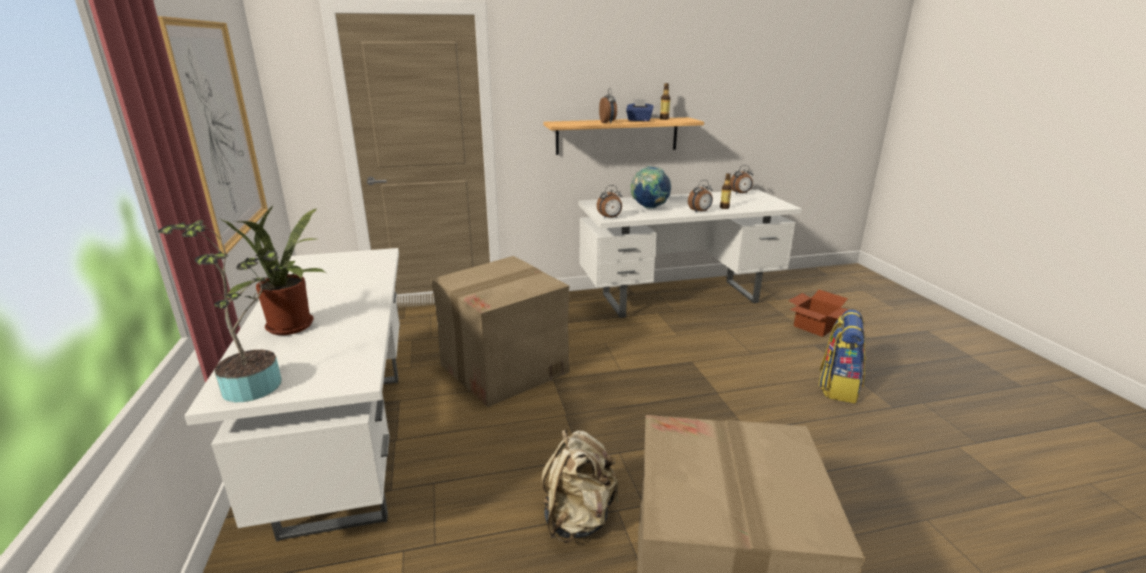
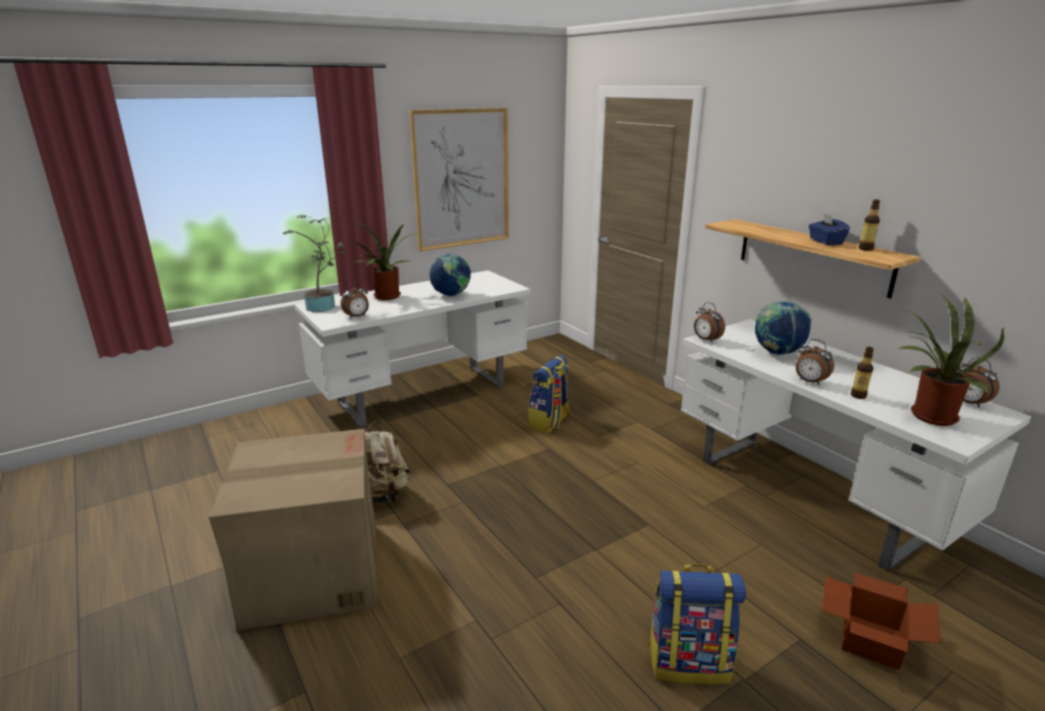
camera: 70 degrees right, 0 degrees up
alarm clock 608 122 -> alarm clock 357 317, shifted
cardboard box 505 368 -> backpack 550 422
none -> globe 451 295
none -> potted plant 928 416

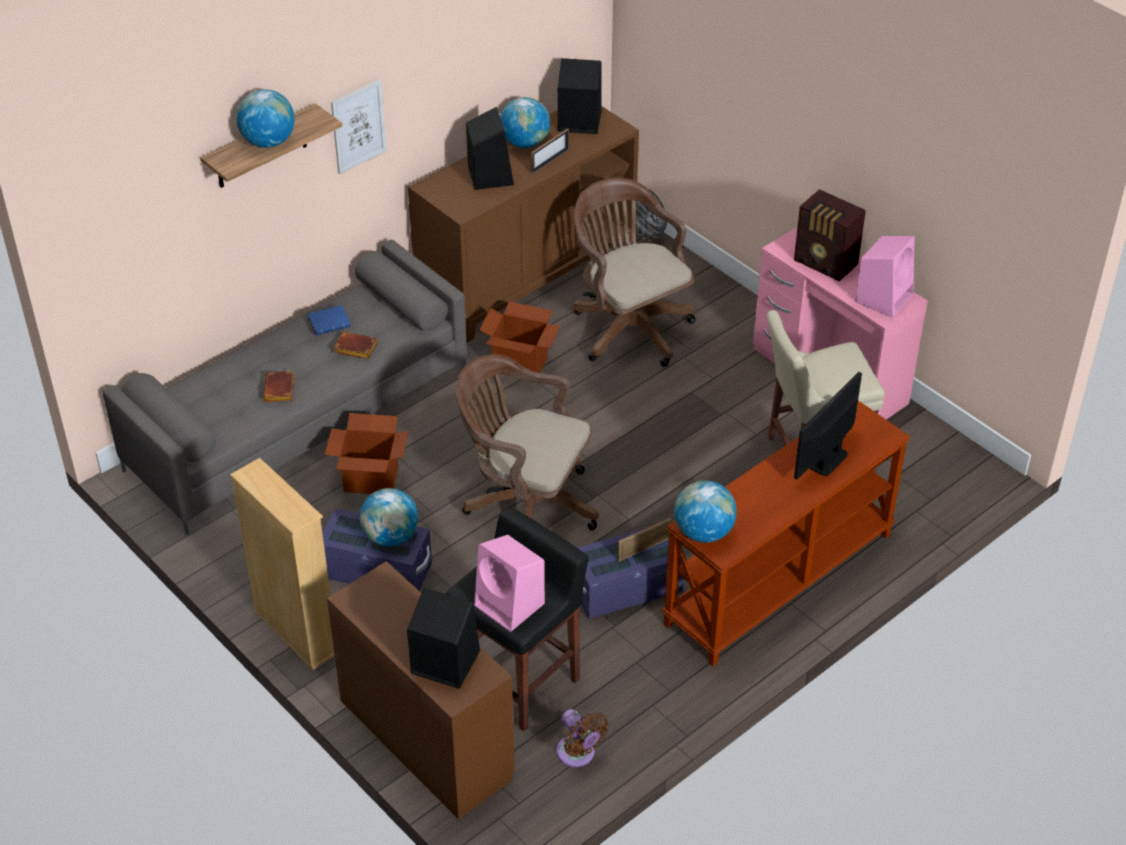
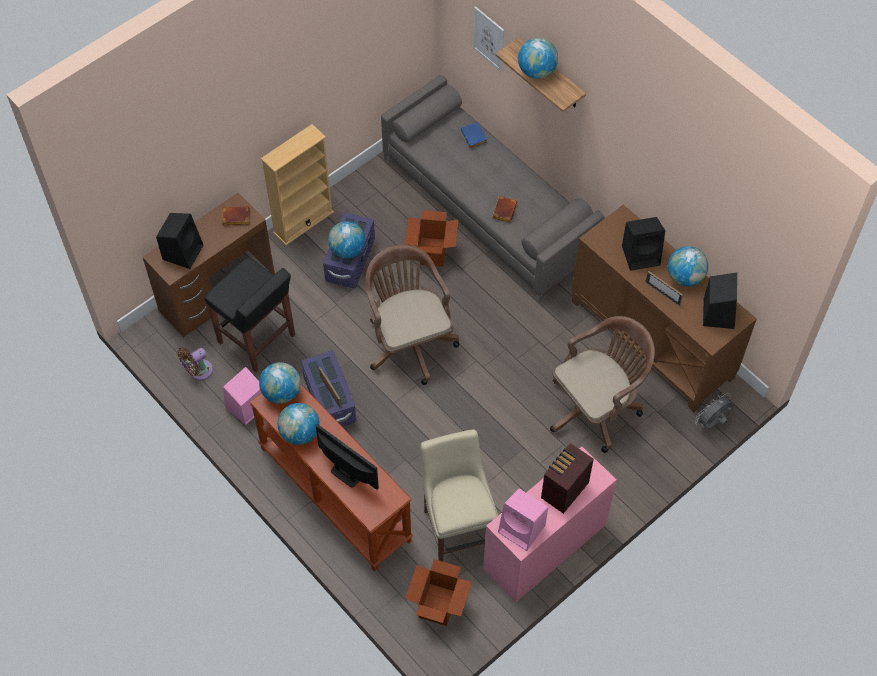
camera: 90 degrees right, 15 degrees up
picture 358 126 -> picture 488 38, shifted
cardboard box 520 364 -> cardboard box 438 605, shifted
blue book 330 322 -> blue book 475 137, shifted
brown office chair 525 504 -> brown office chair 409 341, 45 degrees counterclockwise
brown book 280 390 -> brown book 235 218, shifted
pink speaker 511 605 -> pink speaker 245 407, shifted
none -> globe 300 433

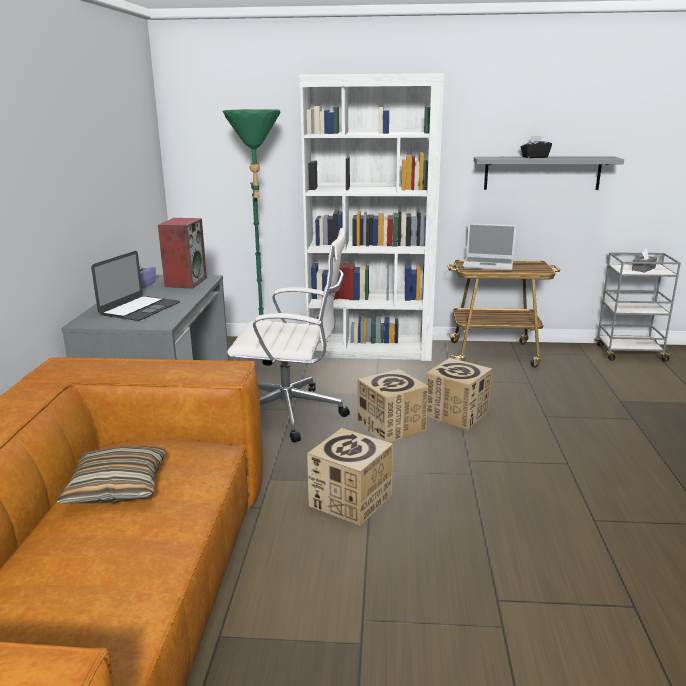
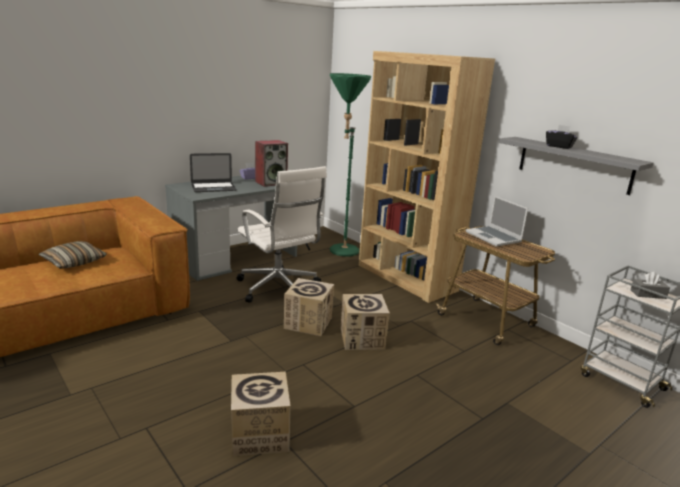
camera: 45 degrees right, 0 degrees up
white bookcase 370 349 -> brown bookcase 406 278
cardboard box 350 500 -> cardboard box 259 434, shifted

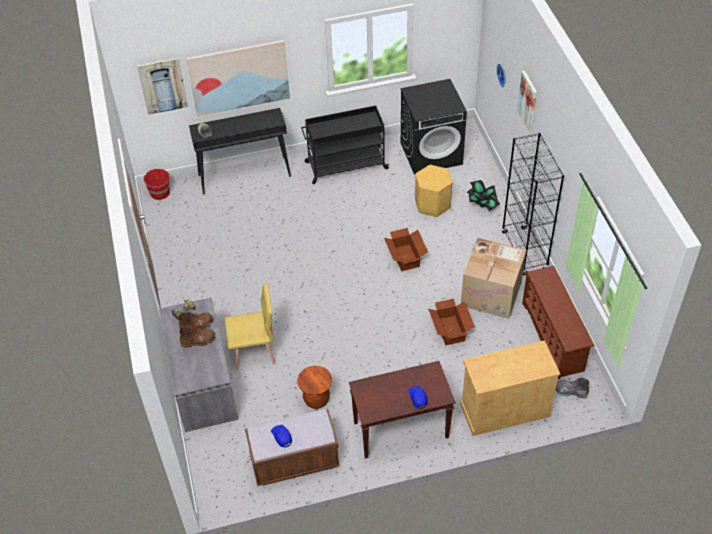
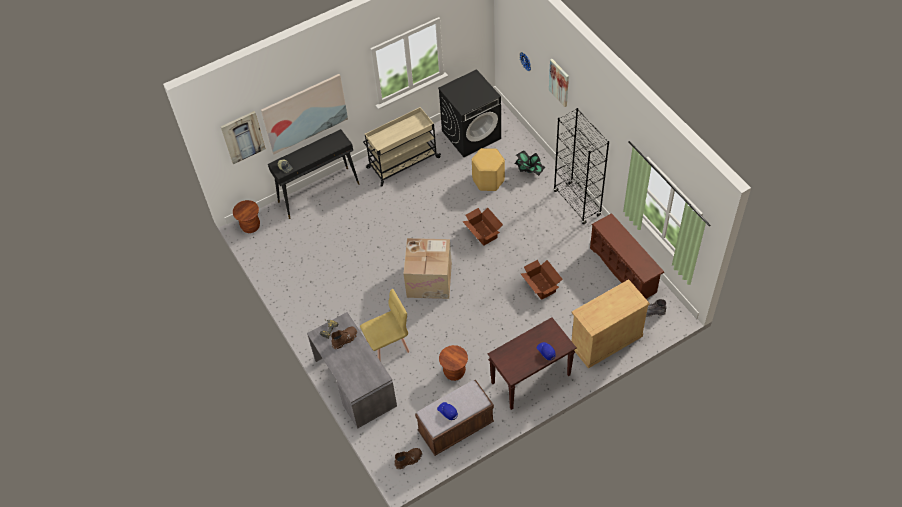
camera: 15 degrees left, 5 degrees up
black cart 345 165 -> beige cart 402 163
red bucket 160 193 -> brown stool 250 226
cardboard box 492 293 -> cardboard box 430 279, shifted
brown boot 198 341 -> brown boot 408 460, shifted

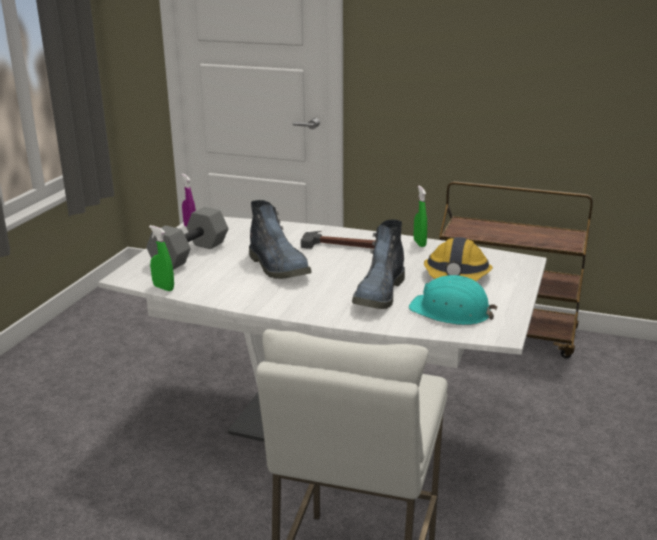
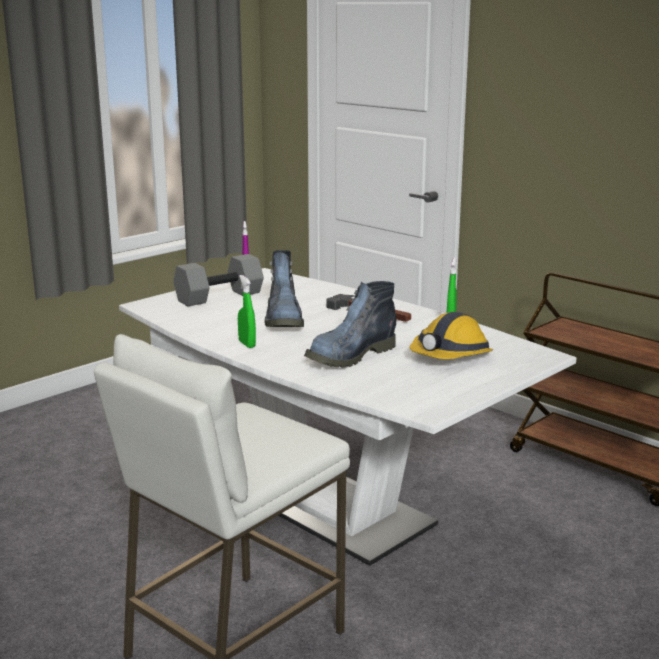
camera: 25 degrees right, 5 degrees down
green spray bottle 163 288 -> green spray bottle 247 344, shifted
turquoise hard hat 451 311 -> none

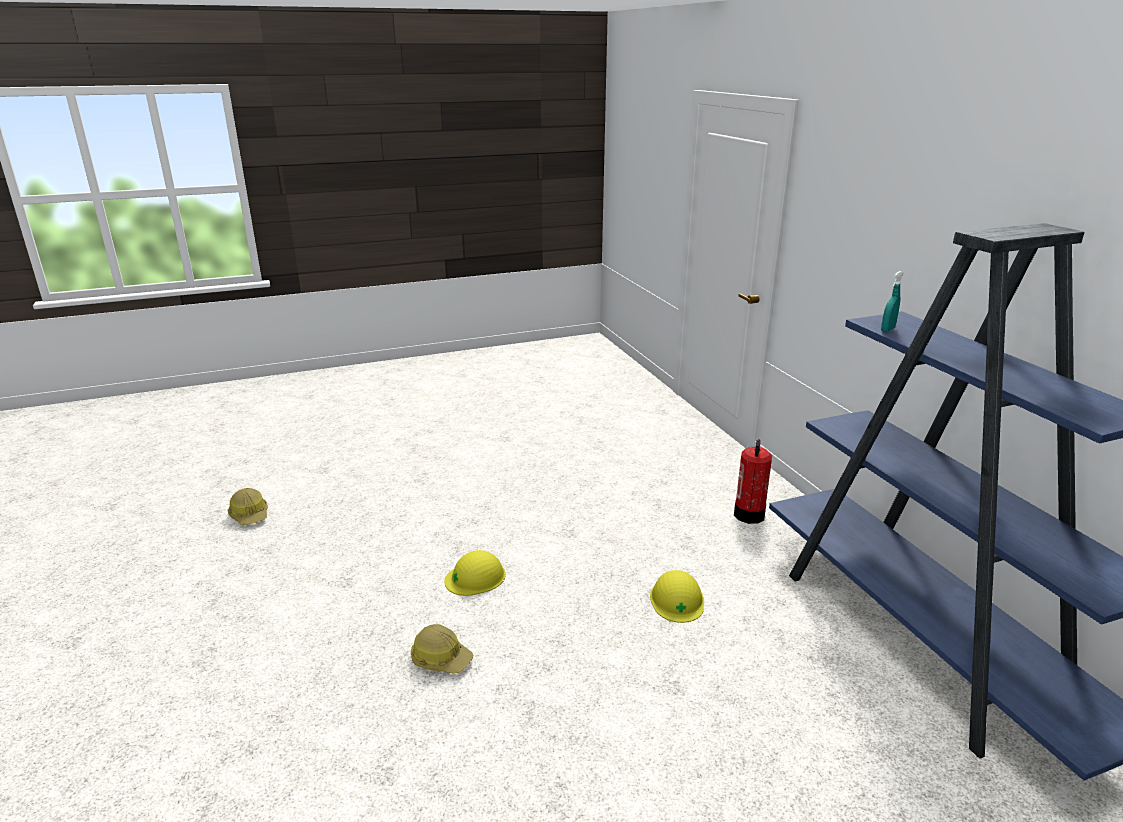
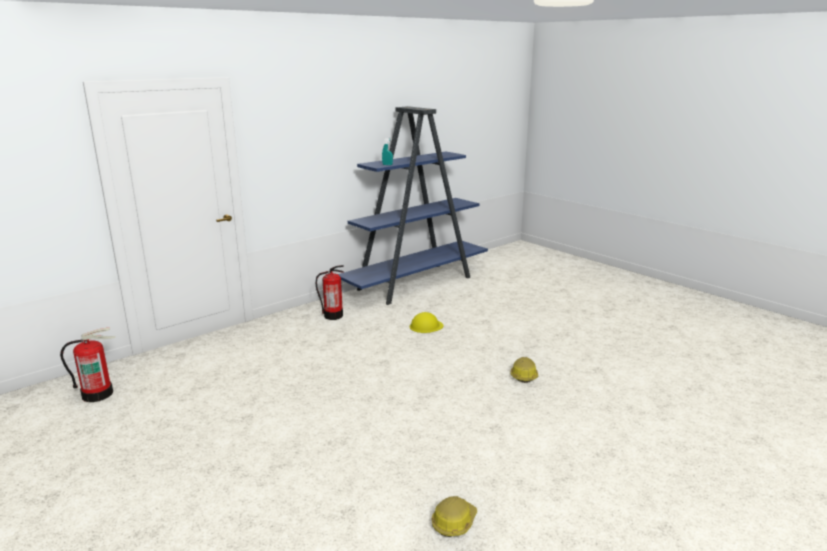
camera: 110 degrees left, 5 degrees down
yellow hard hat 475 577 -> none
none -> fire extinguisher 98 394

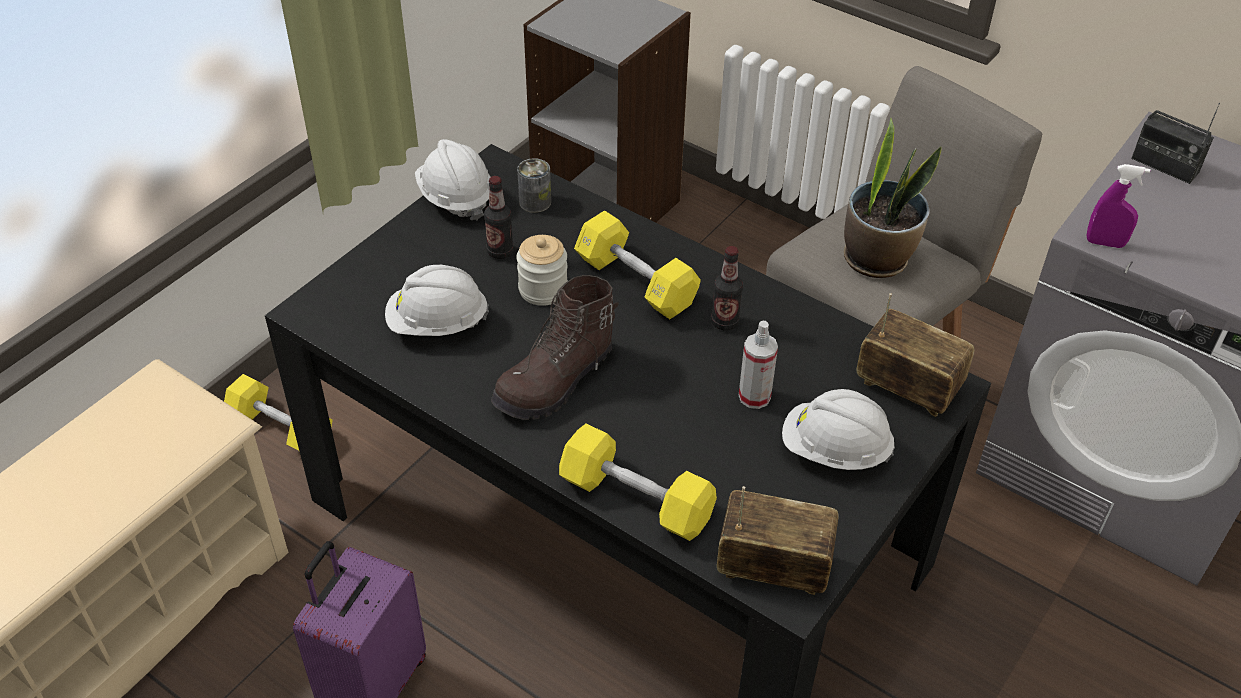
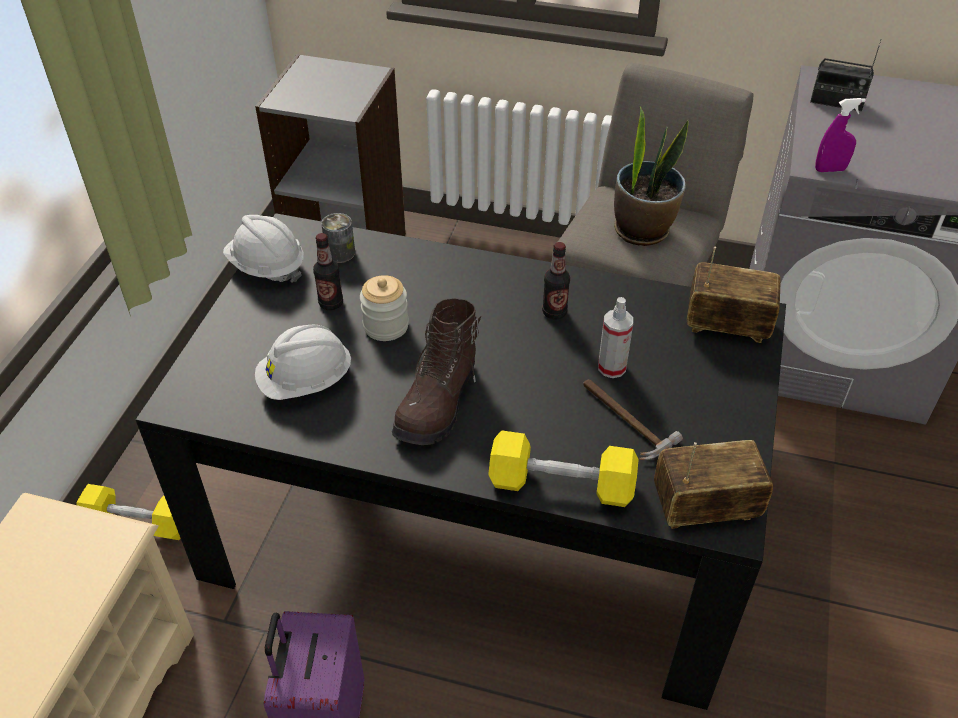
camera: 20 degrees left, 0 degrees up
yellow dumbbell 636 282 -> none
white hard hat 834 450 -> none
none -> hammer 623 419

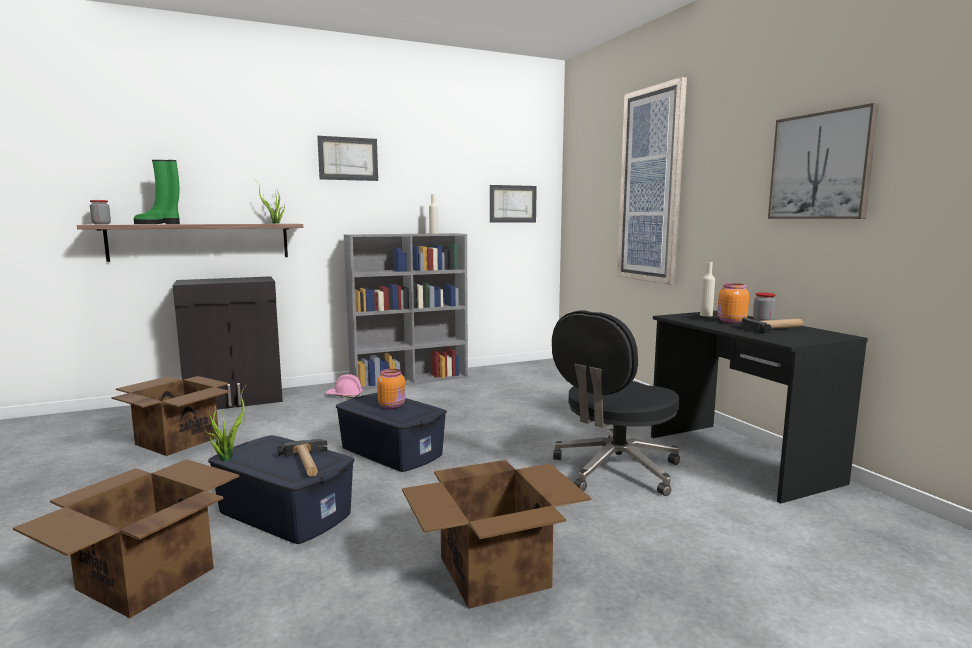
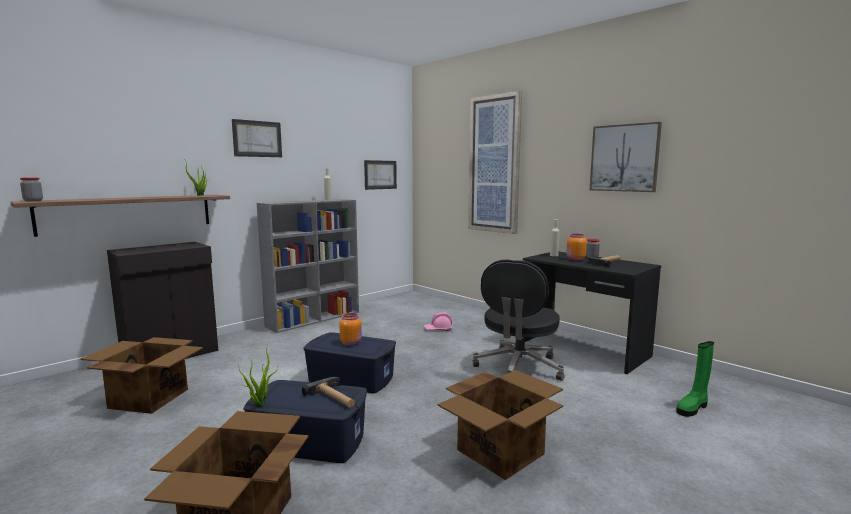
camera: 20 degrees left, 0 degrees up
green boot 159 224 -> green boot 692 408, shifted
pink hard hat 344 395 -> pink hard hat 438 329, shifted

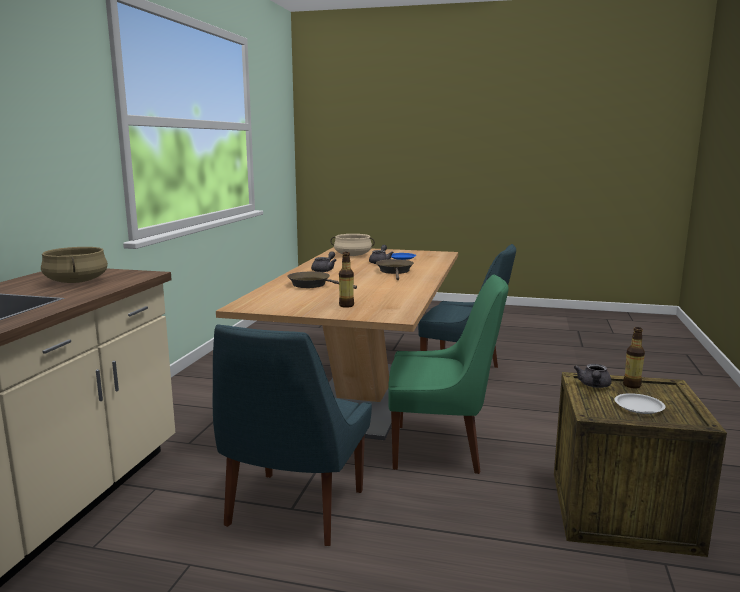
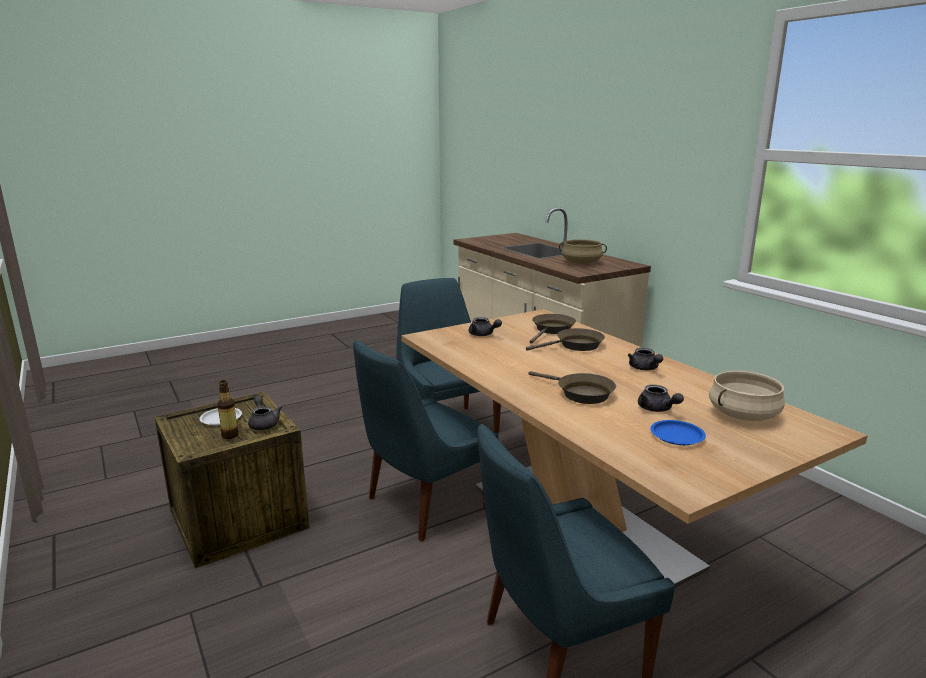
camera: 135 degrees right, 5 degrees up
bottle 346 305 -> grey teapot 483 335
green chair 441 449 -> blue chair 423 505
none -> brown frying pan 552 330

